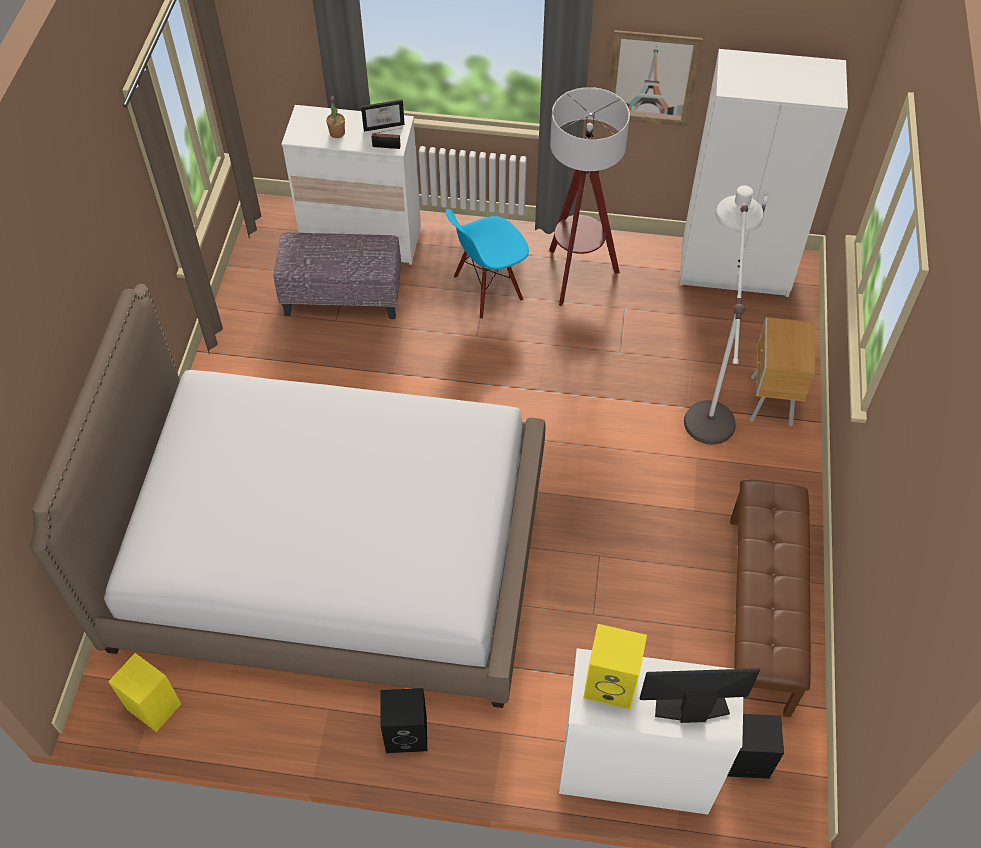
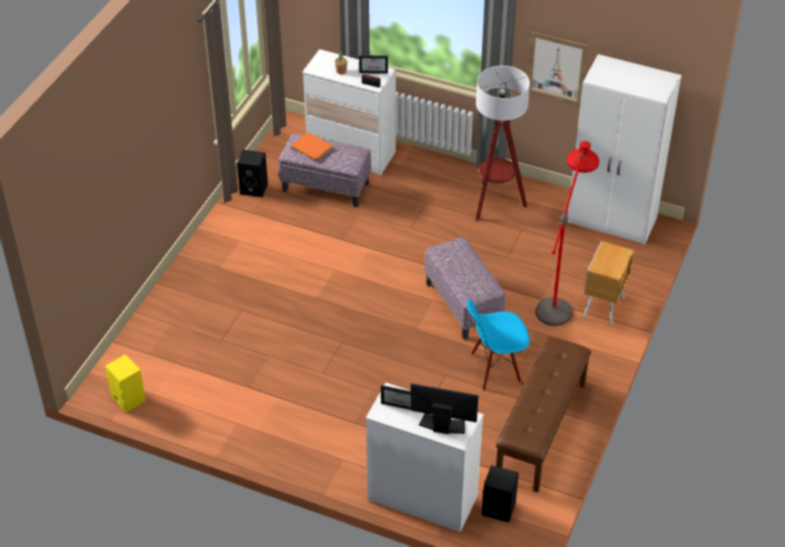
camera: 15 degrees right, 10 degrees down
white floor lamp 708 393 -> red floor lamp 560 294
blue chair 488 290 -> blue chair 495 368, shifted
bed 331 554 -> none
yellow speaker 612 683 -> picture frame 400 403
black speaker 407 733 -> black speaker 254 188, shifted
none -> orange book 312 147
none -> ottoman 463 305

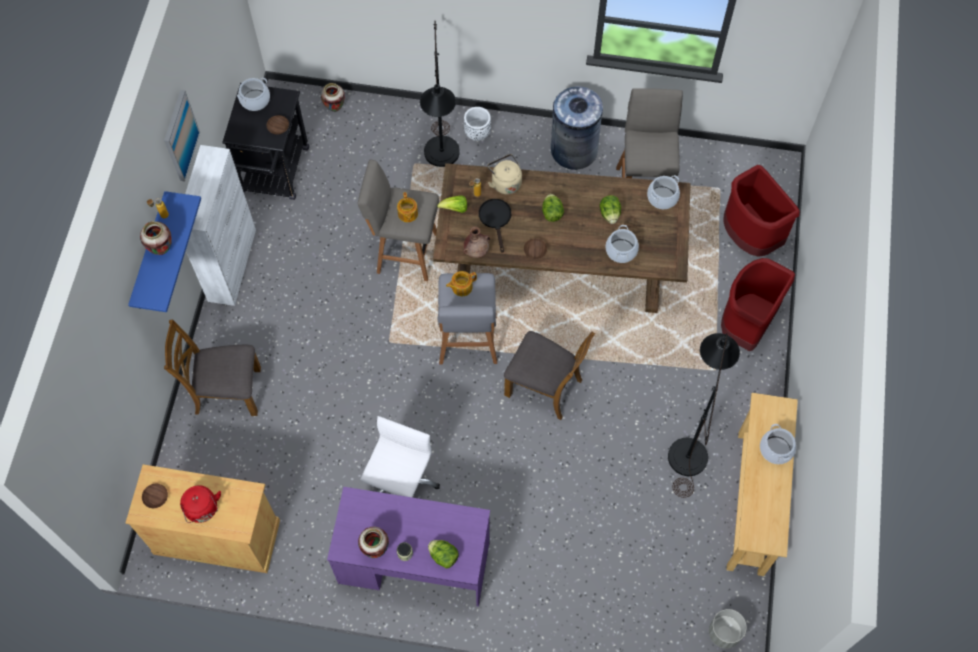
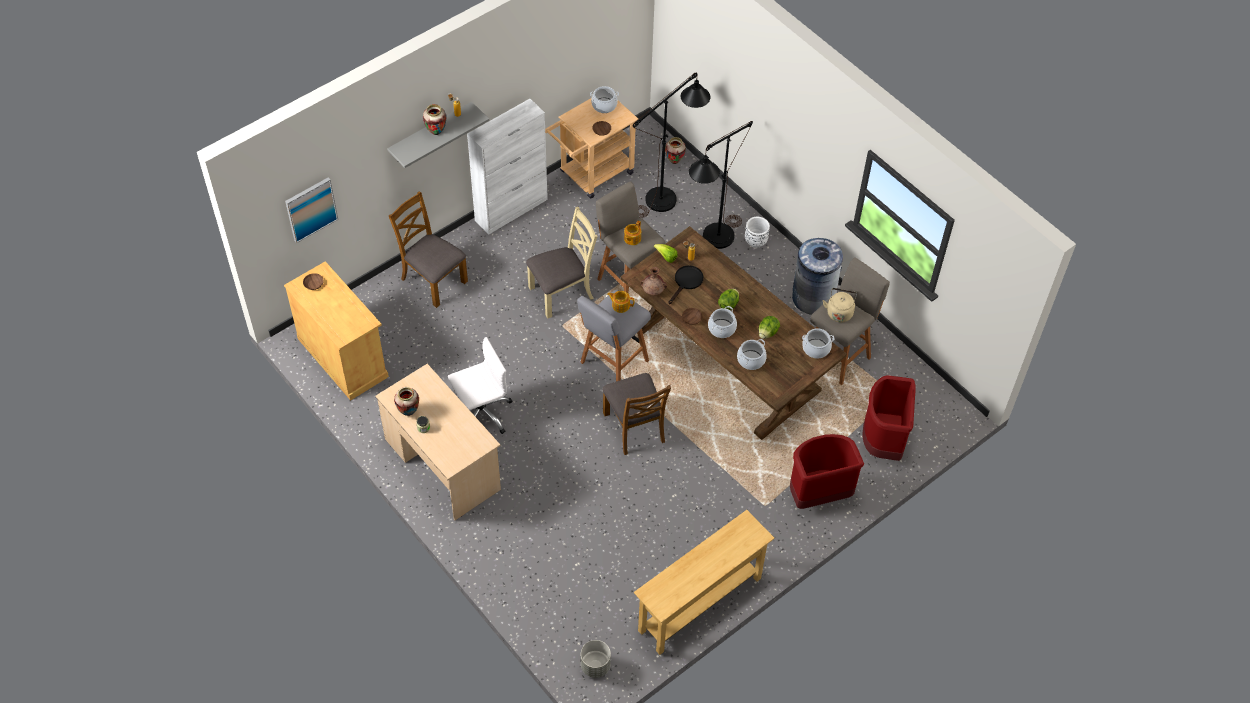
camera: 40 degrees right, 10 degrees down
black cart 273 175 -> beige cart 591 175
picture 180 136 -> picture 311 209, shifted
beige kettle 505 182 -> beige kettle 839 312, shifted
blue shelf 150 254 -> grey shelf 430 133
black floor lamp 689 446 -> black floor lamp 668 196, shifted
cooking pot 775 449 -> cooking pot 721 328, shifted
red kettle 203 510 -> none
purple desk 414 562 -> beige desk 442 464
lettuce 443 556 -> none
none -> beige chair 562 293

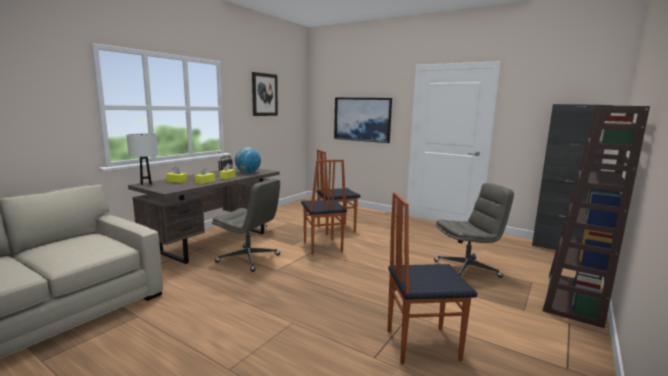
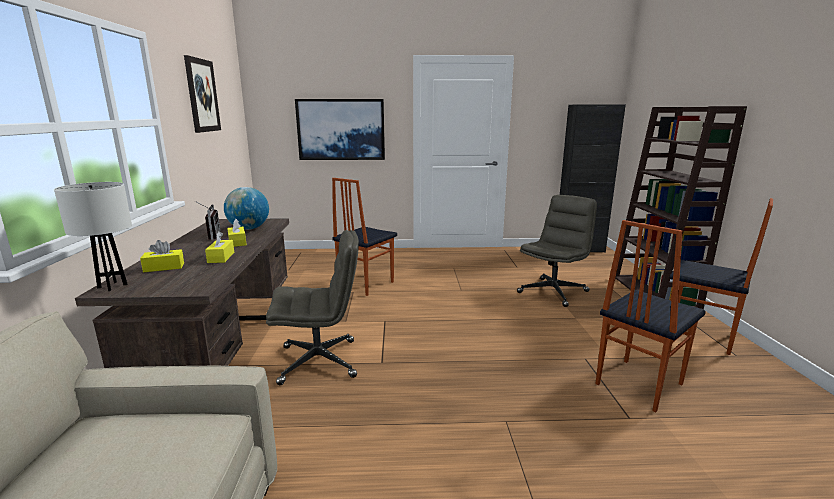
camera: 35 degrees left, 5 degrees up
chair 322 247 -> chair 699 337, shifted

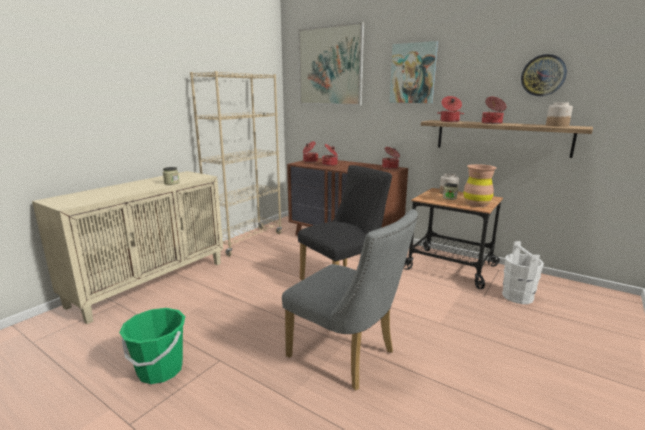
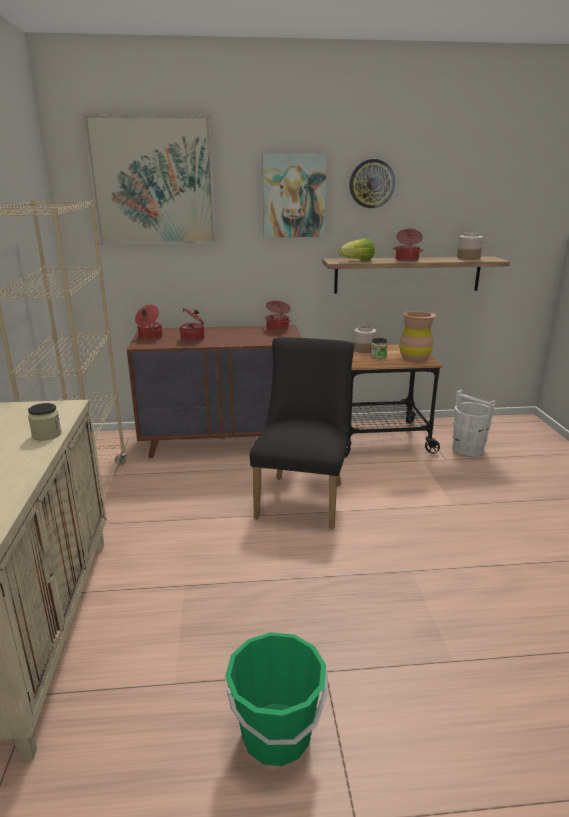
camera: 40 degrees left, 5 degrees up
wall clock 543 75 -> wall clock 371 183, shifted
cooking pot 449 121 -> lettuce 358 261
grey chair 347 357 -> none

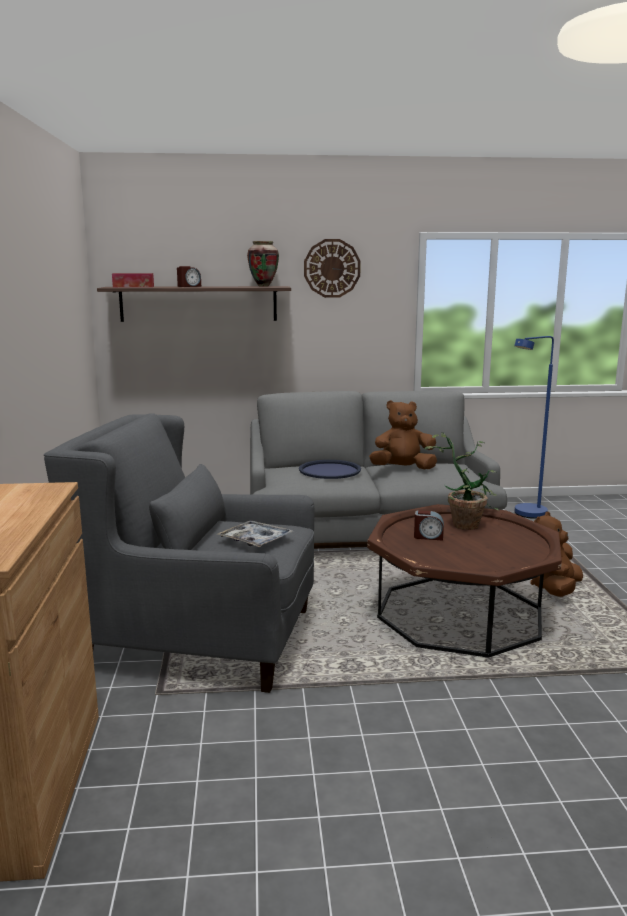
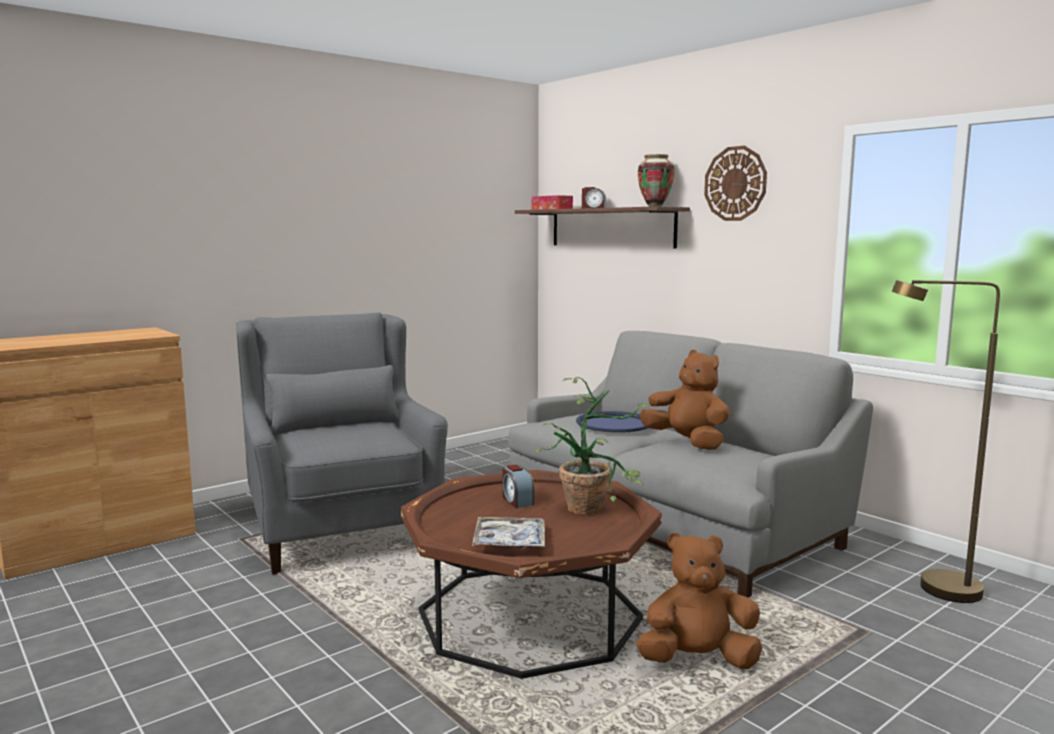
camera: 55 degrees right, 5 degrees down
blue floor lamp 525 515 -> brown floor lamp 933 588
tray 255 540 -> tray 509 541, shifted

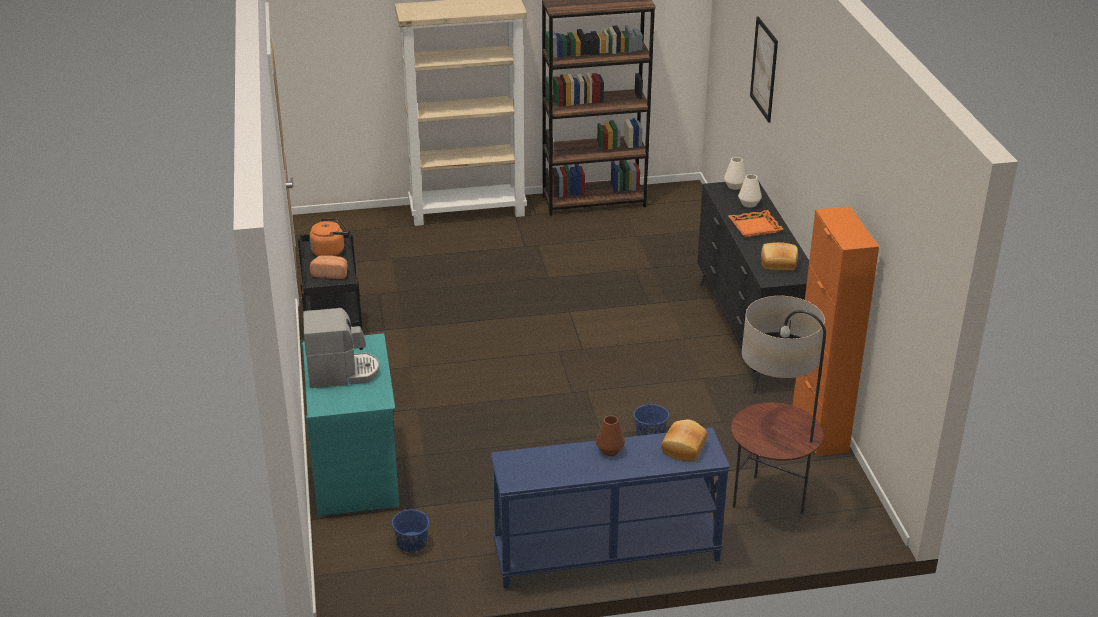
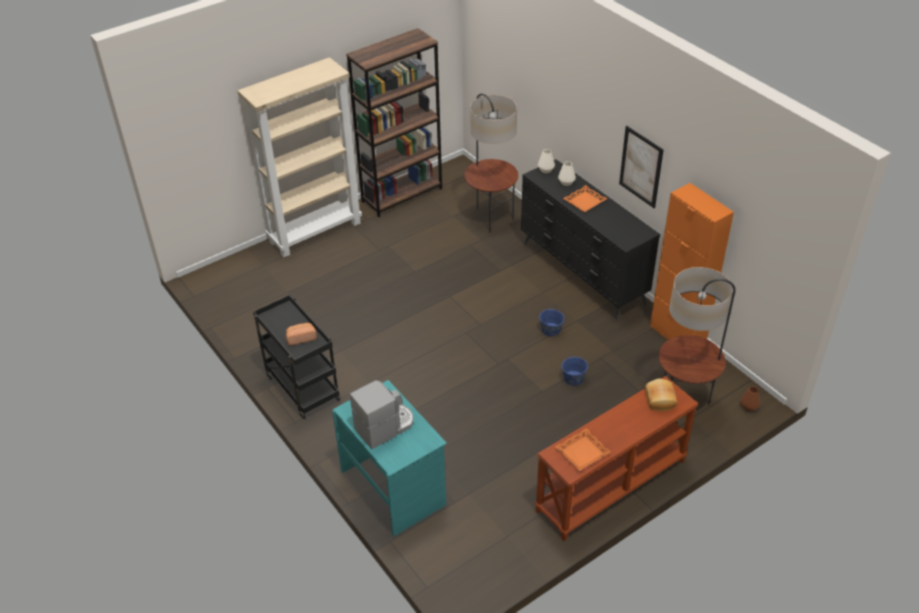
camera: 25 degrees left, 10 degrees up
picture 764 69 -> picture 641 167, shifted
orange kettle 330 251 -> none
bread 778 264 -> none
brown vase 610 450 -> brown vase 748 406, shifted
blue console table 606 555 -> brown console table 611 487
blue bucket 411 542 -> blue bucket 550 330, shifted
none -> floor lamp 491 218
none -> orange tray 582 453

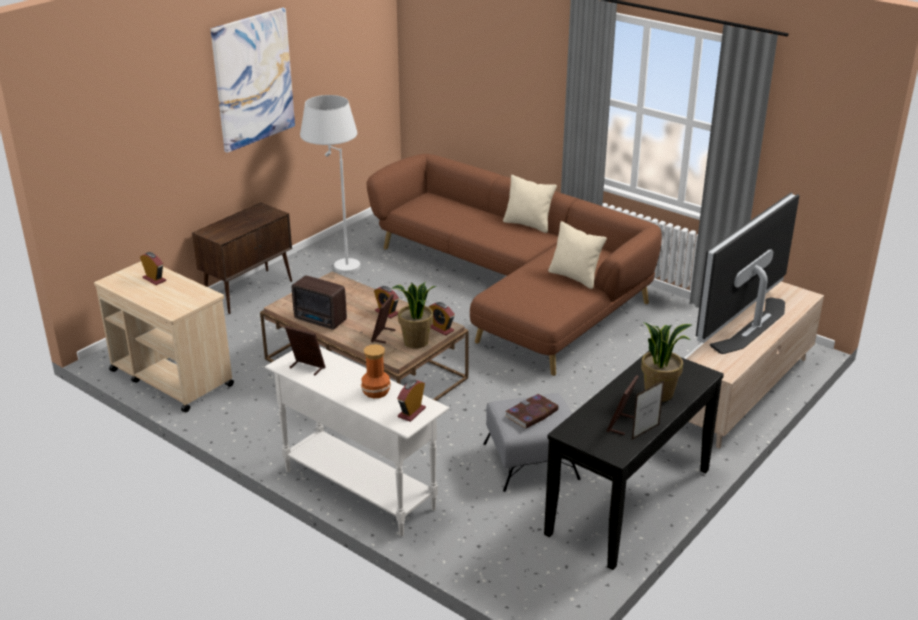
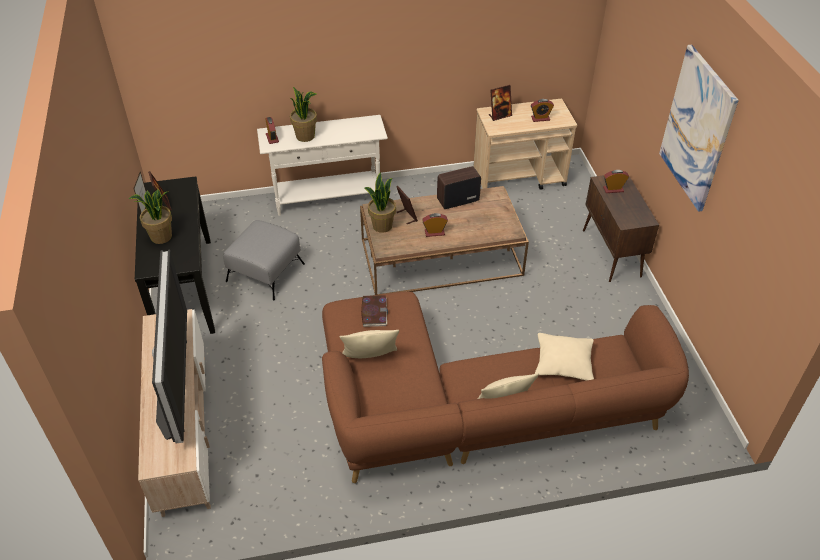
camera: 130 degrees right, 15 degrees up
white floor lamp 336 262 -> none
alarm clock 441 329 -> alarm clock 613 189, shifted
picture frame 306 367 -> picture frame 500 115, shifted
vase 376 391 -> potted plant 305 136
book 531 413 -> book 374 312, shifted
none -> beige pillow 563 363

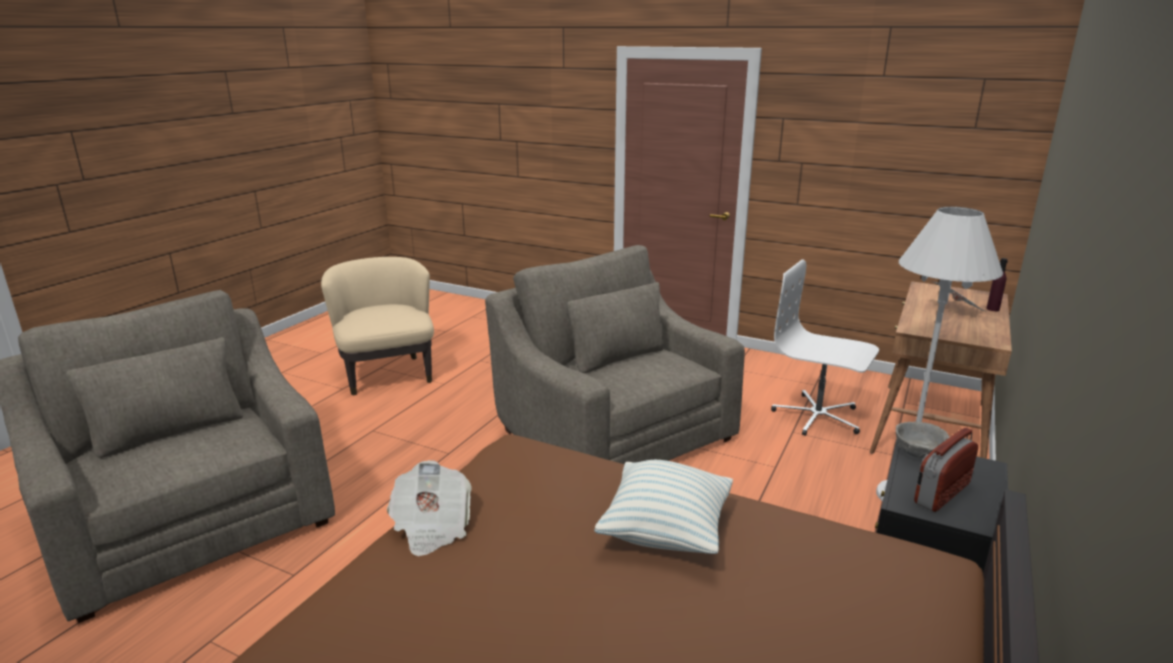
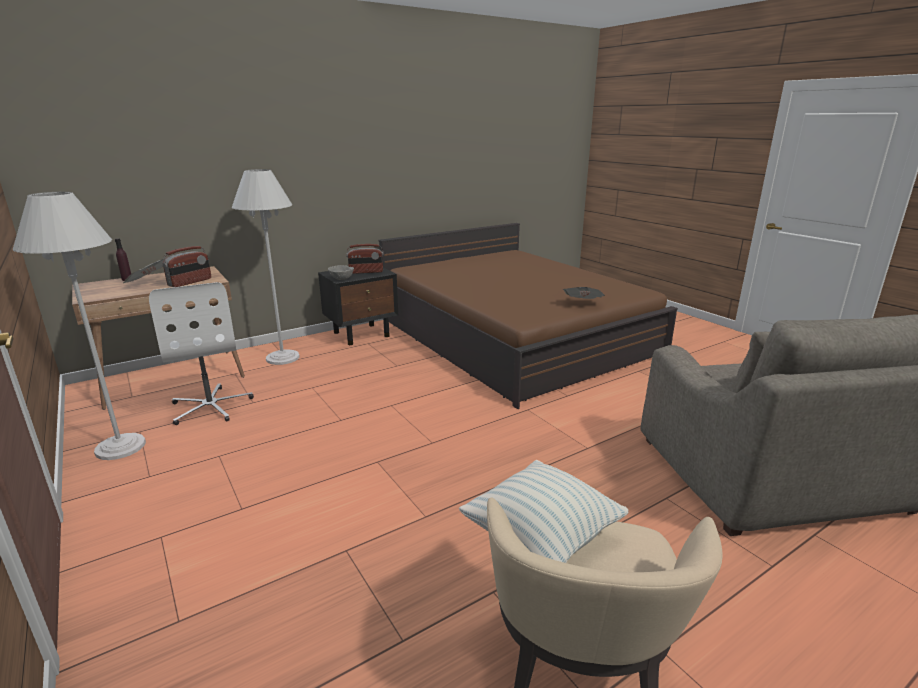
camera: 150 degrees left, 0 degrees up
grey armchair 613 433 -> none
pillow 665 532 -> pillow 541 537, shifted
none -> white floor lamp 120 447
none -> radio 190 282

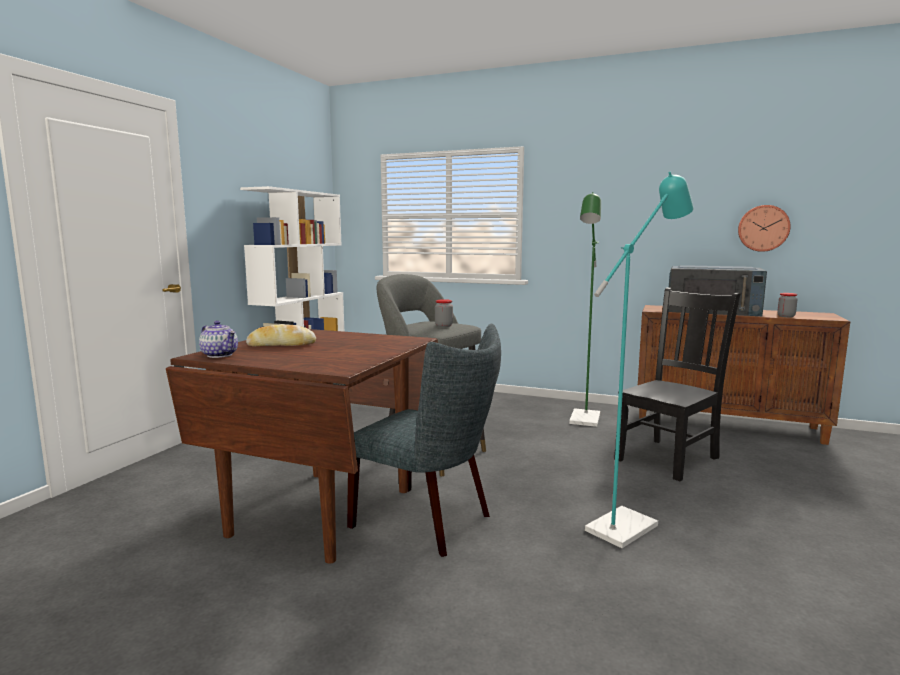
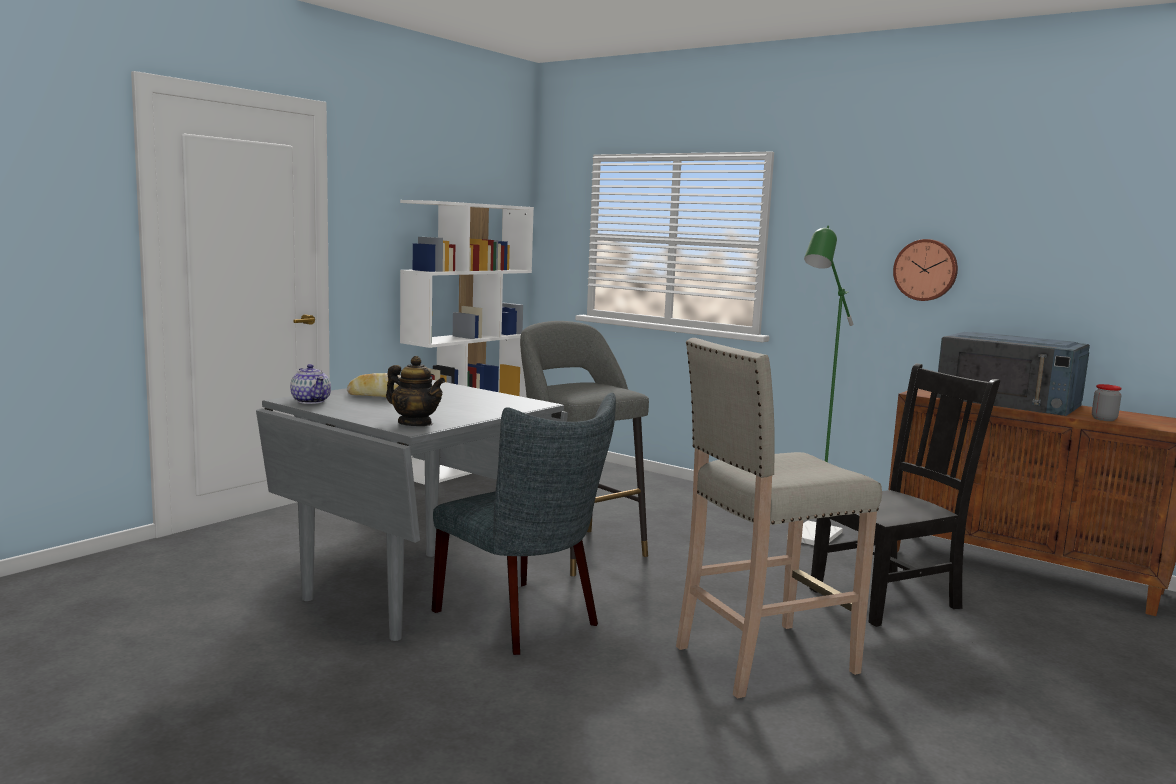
camera: 15 degrees right, 0 degrees up
turquoise floor lamp 628 523 -> beige stool 761 659
wall clock 763 228 -> wall clock 926 270, shifted
jar 443 326 -> none
brown dining table 321 511 -> grey dining table 413 591
none -> teapot 415 424

